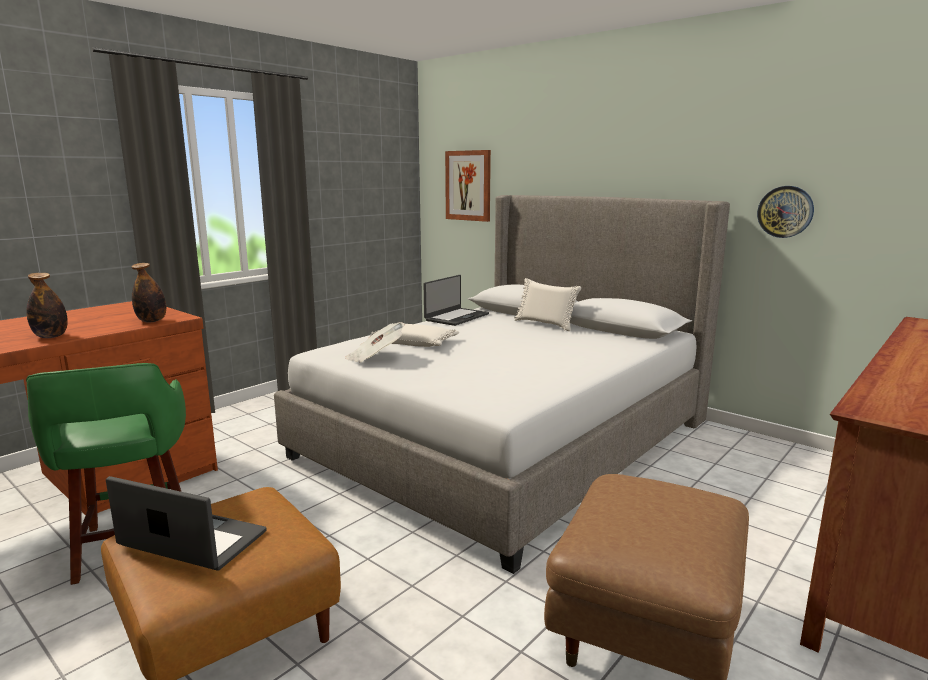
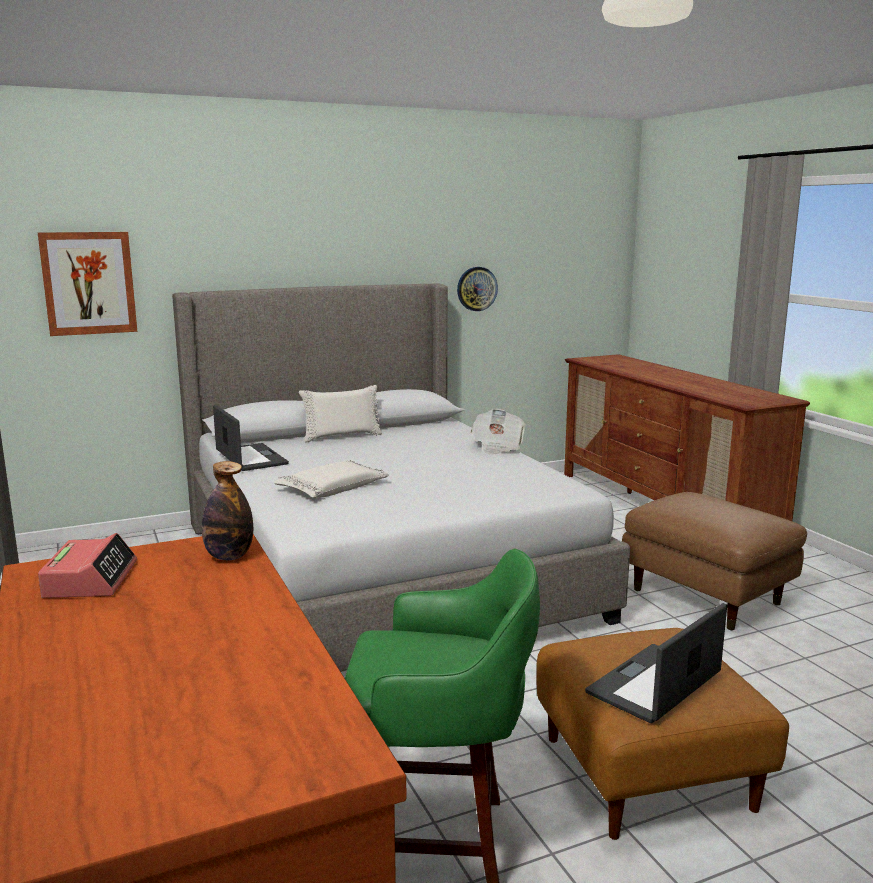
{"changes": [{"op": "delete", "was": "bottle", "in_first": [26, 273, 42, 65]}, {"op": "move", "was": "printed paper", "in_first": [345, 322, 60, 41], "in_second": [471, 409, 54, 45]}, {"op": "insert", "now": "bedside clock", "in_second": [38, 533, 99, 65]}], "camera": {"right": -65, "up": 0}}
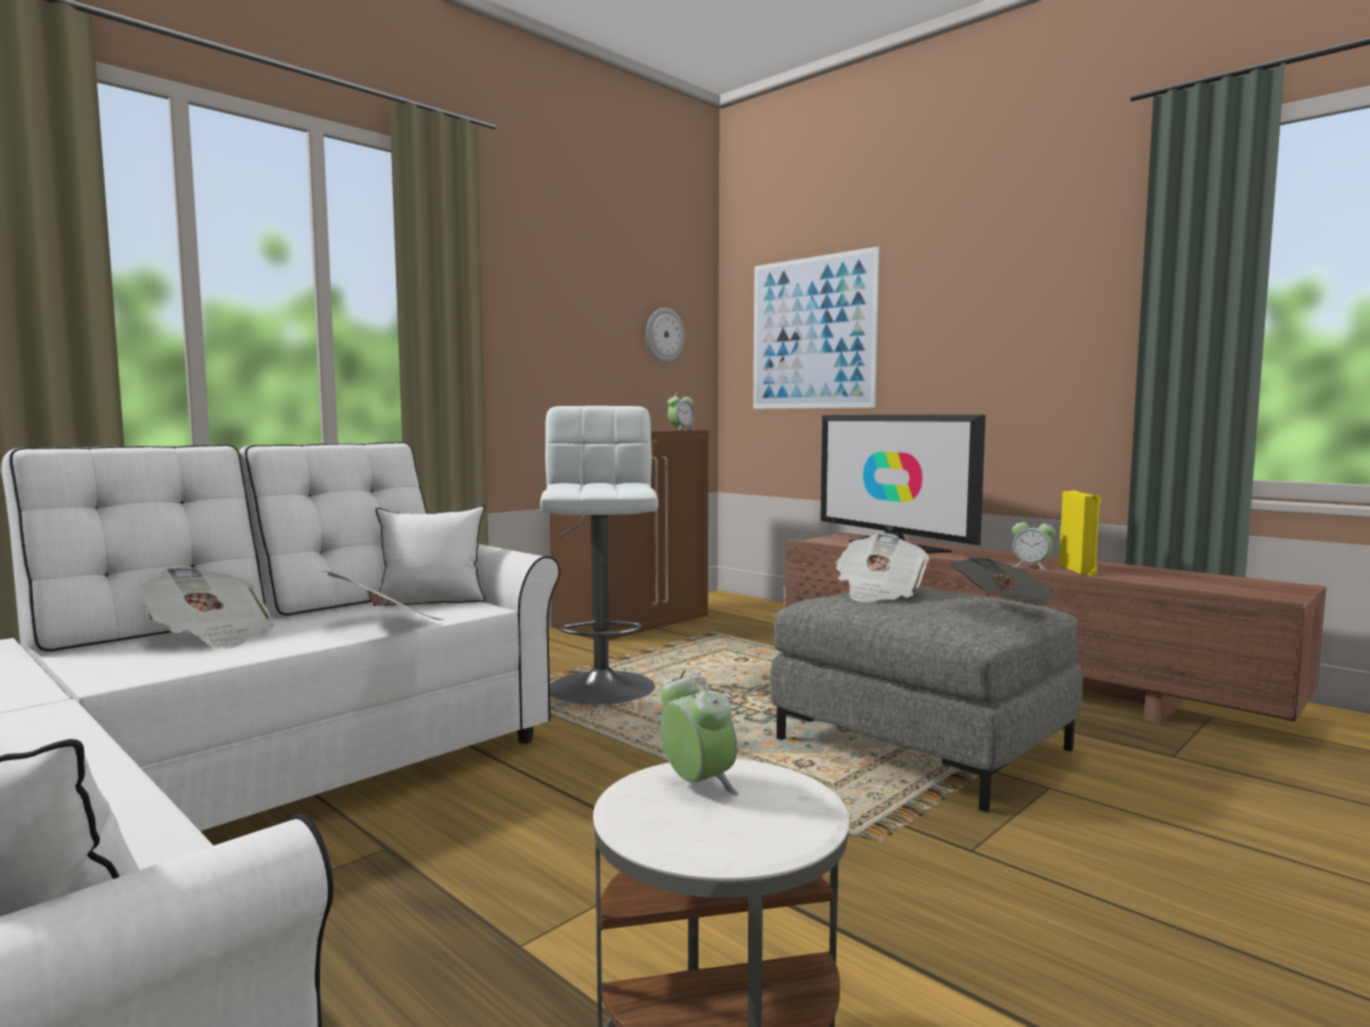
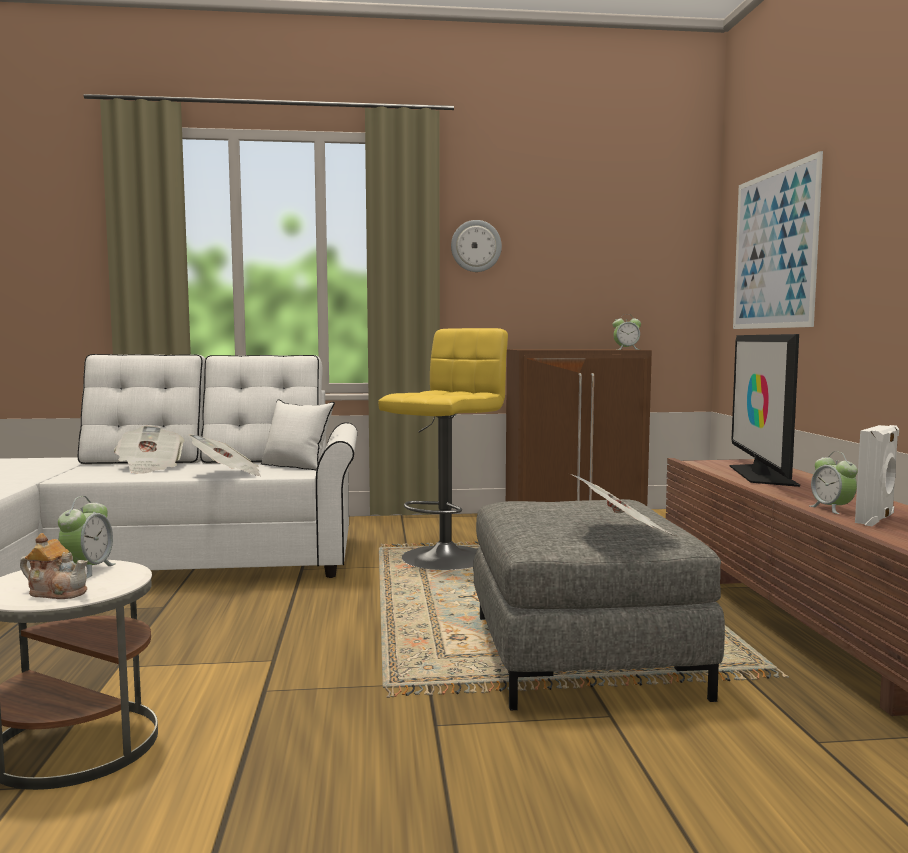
{"changes": [{"op": "recolor", "was": "whitish stool", "now": "yellow stool", "in_first": [540, 406, 118, 299], "in_second": [378, 328, 130, 242]}, {"op": "move", "was": "hanging clock", "in_first": [646, 308, 39, 54], "in_second": [451, 220, 51, 52]}, {"op": "delete", "was": "printed paper", "in_first": [835, 533, 94, 69]}, {"op": "recolor", "was": "yellow audio speaker", "now": "whitish audio speaker", "in_first": [1059, 491, 42, 84], "in_second": [855, 425, 44, 101]}, {"op": "insert", "now": "pot for tea", "in_second": [20, 533, 68, 66]}], "camera": {"right": 40, "up": 0}}
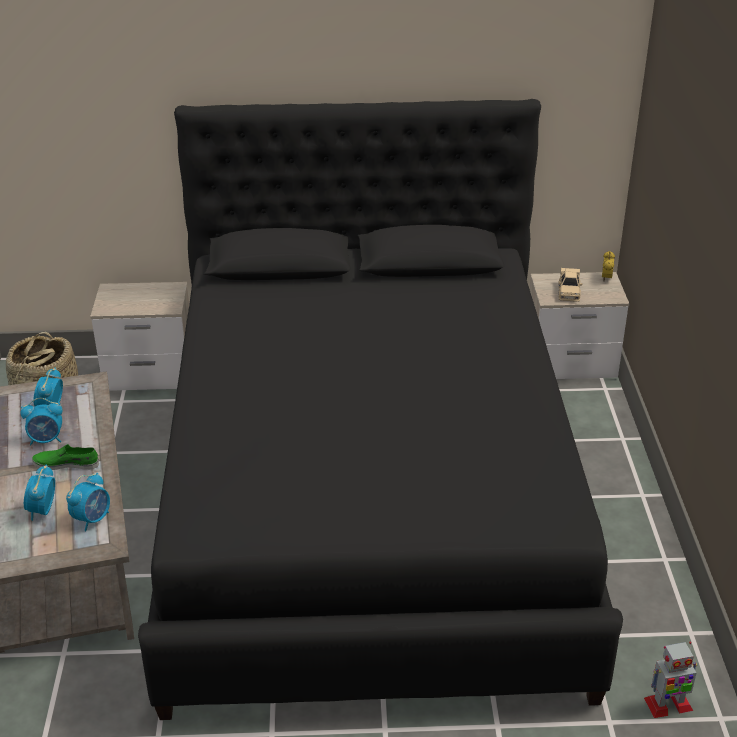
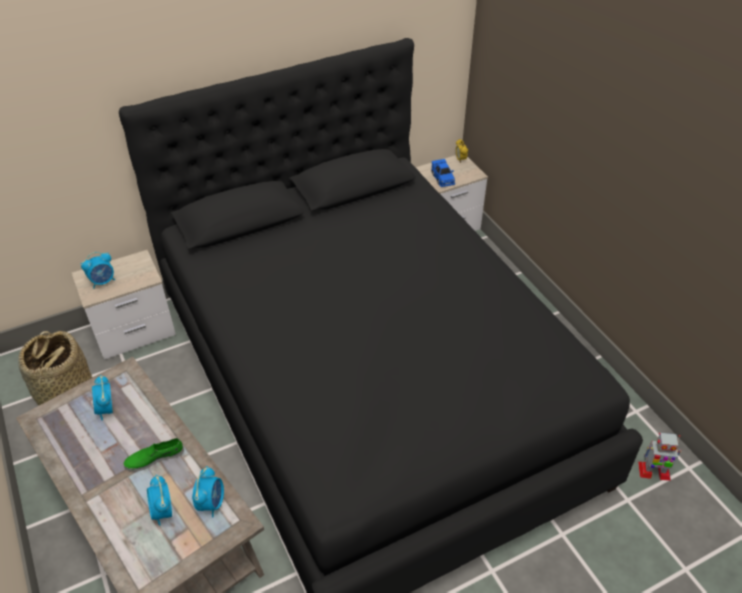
{"changes": [{"op": "move", "was": "bedside clock", "in_first": [21, 398, 42, 48], "in_second": [81, 252, 34, 37]}, {"op": "recolor", "was": "beige model car", "now": "bluish model car", "in_first": [558, 268, 24, 34], "in_second": [431, 159, 24, 28]}, {"op": "rotate", "was": "robot figure", "in_first": [644, 642, 53, 76], "in_second": [638, 433, 43, 48], "clockwise": 45}], "camera": {"right": -25, "up": 10}}
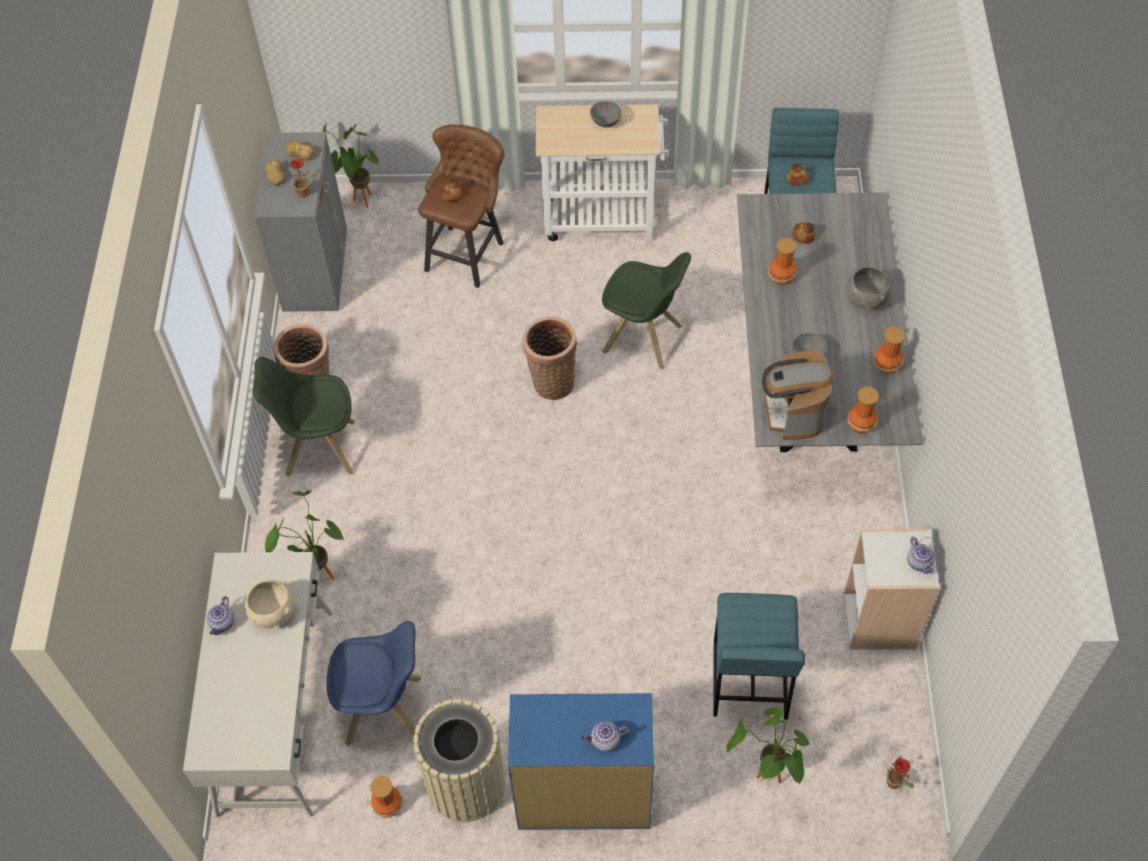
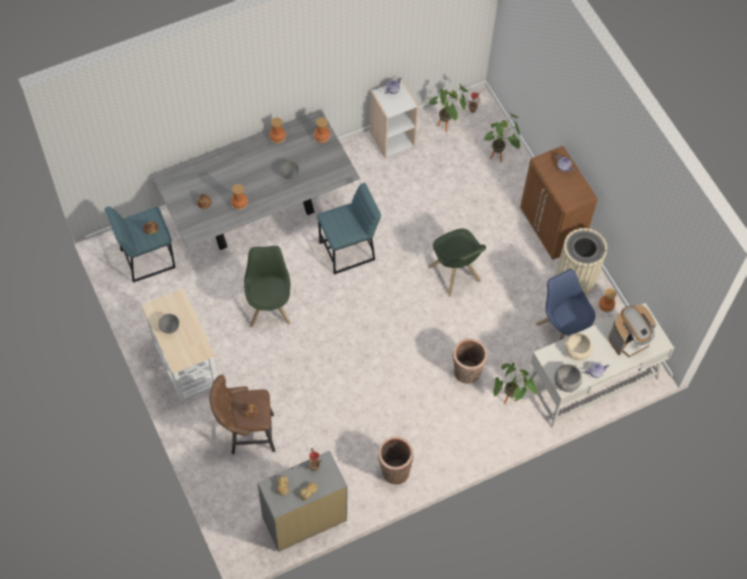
{"changes": [{"op": "move", "was": "greenish upright chair", "in_first": [253, 357, 102, 120], "in_second": [429, 229, 57, 68]}, {"op": "move", "was": "houseplant", "in_first": [323, 122, 56, 86], "in_second": [428, 84, 41, 49]}, {"op": "recolor", "was": "bluish cabinet", "now": "brownish cabinet", "in_first": [508, 693, 146, 137], "in_second": [520, 146, 78, 114]}, {"op": "move", "was": "household basket", "in_first": [522, 316, 55, 84], "in_second": [453, 338, 35, 46]}, {"op": "move", "was": "bluish stool", "in_first": [713, 593, 92, 127], "in_second": [317, 183, 64, 91]}, {"op": "move", "was": "coffee machine", "in_first": [762, 350, 72, 90], "in_second": [609, 305, 47, 53]}, {"op": "move", "was": "greyish deep dish", "in_first": [845, 267, 46, 43], "in_second": [554, 364, 28, 29]}], "camera": {"right": -120, "up": 5}}
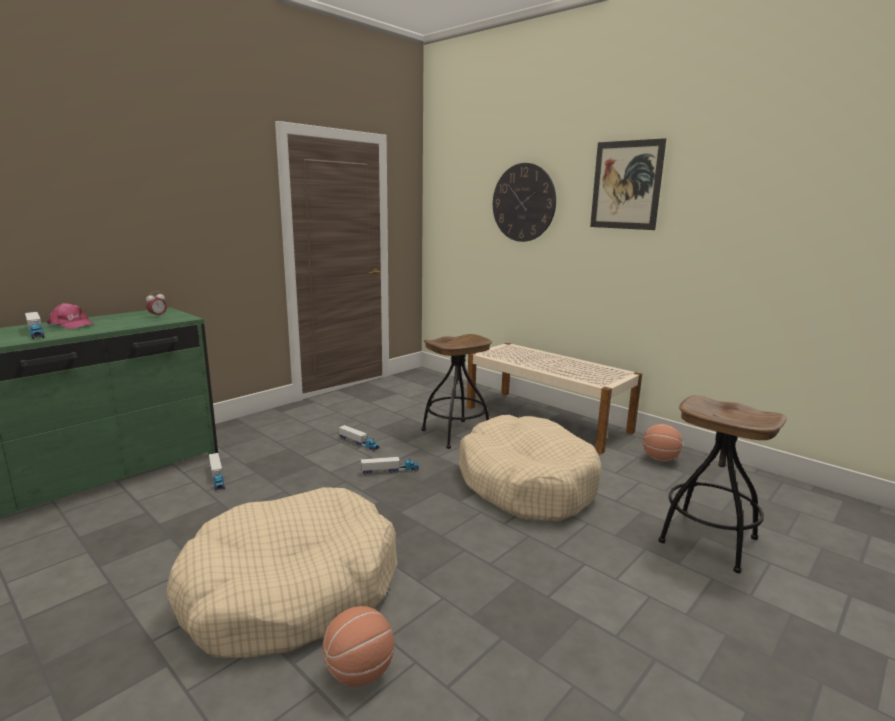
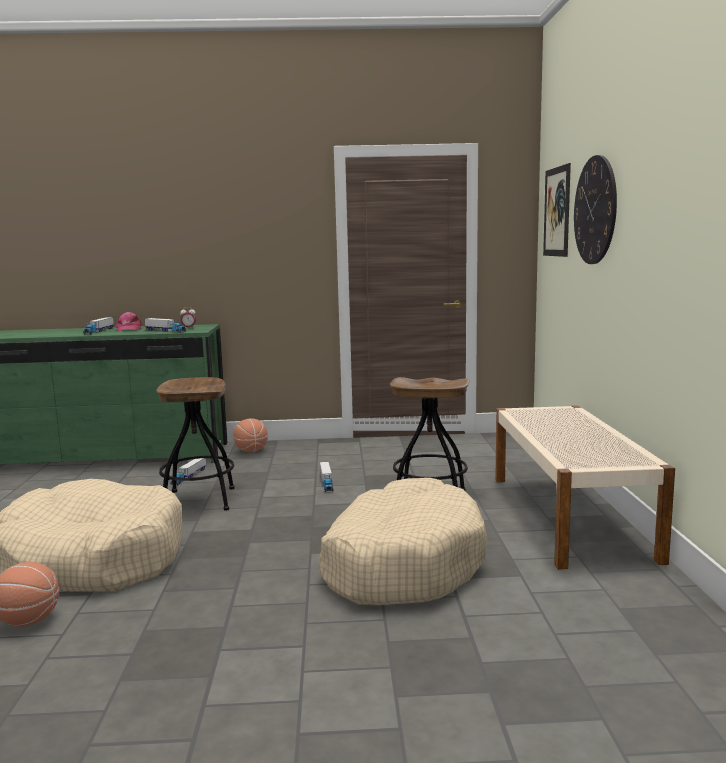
{"changes": [{"op": "move", "was": "toy lorry", "in_first": [361, 457, 58, 18], "in_second": [145, 318, 41, 15]}, {"op": "move", "was": "picture", "in_first": [590, 138, 76, 92], "in_second": [543, 163, 28, 94]}, {"op": "move", "was": "basketball ball", "in_first": [643, 424, 39, 38], "in_second": [234, 418, 34, 34]}, {"op": "move", "was": "brownish stool", "in_first": [659, 395, 128, 178], "in_second": [156, 377, 78, 134]}], "camera": {"right": 45, "up": -5}}
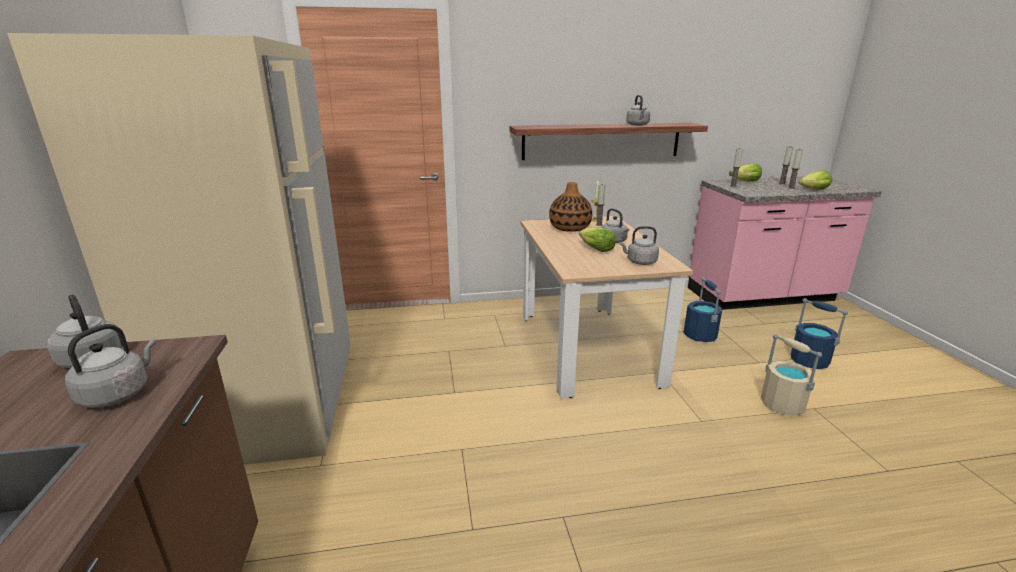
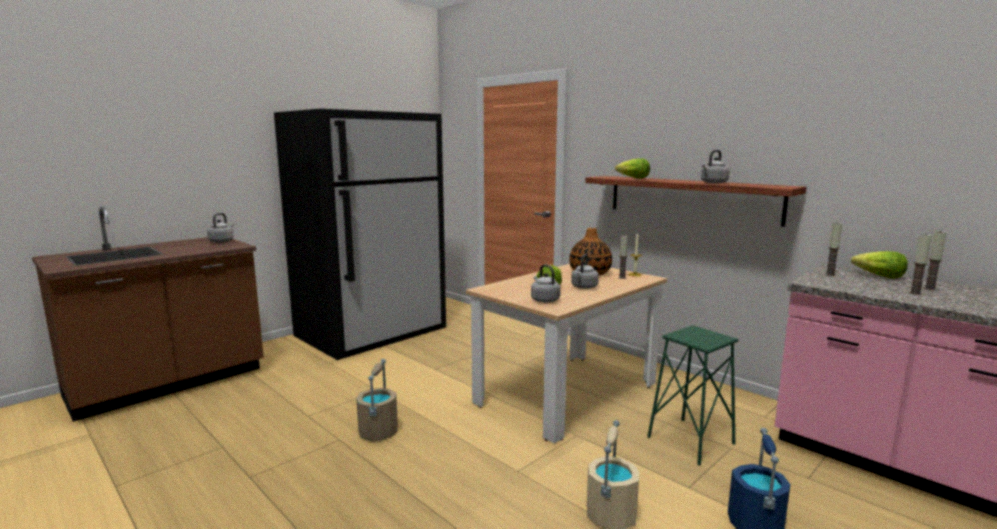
{"changes": [{"op": "recolor", "was": "beige refrigerator", "now": "black-coloured refrigerator", "in_first": [7, 33, 344, 432], "in_second": [274, 109, 172, 251]}, {"op": "delete", "was": "greyish tea kettle", "in_first": [65, 324, 91, 84]}, {"op": "replace", "was": "bluish water bucket", "now": "greenish stool", "in_first": [683, 277, 39, 65], "in_second": [647, 325, 91, 141]}, {"op": "move", "was": "lettuce head", "in_first": [799, 170, 33, 20], "in_second": [615, 158, 35, 21]}, {"op": "insert", "now": "beige water bucket", "in_second": [356, 359, 42, 82]}], "camera": {"right": 55, "up": -10}}
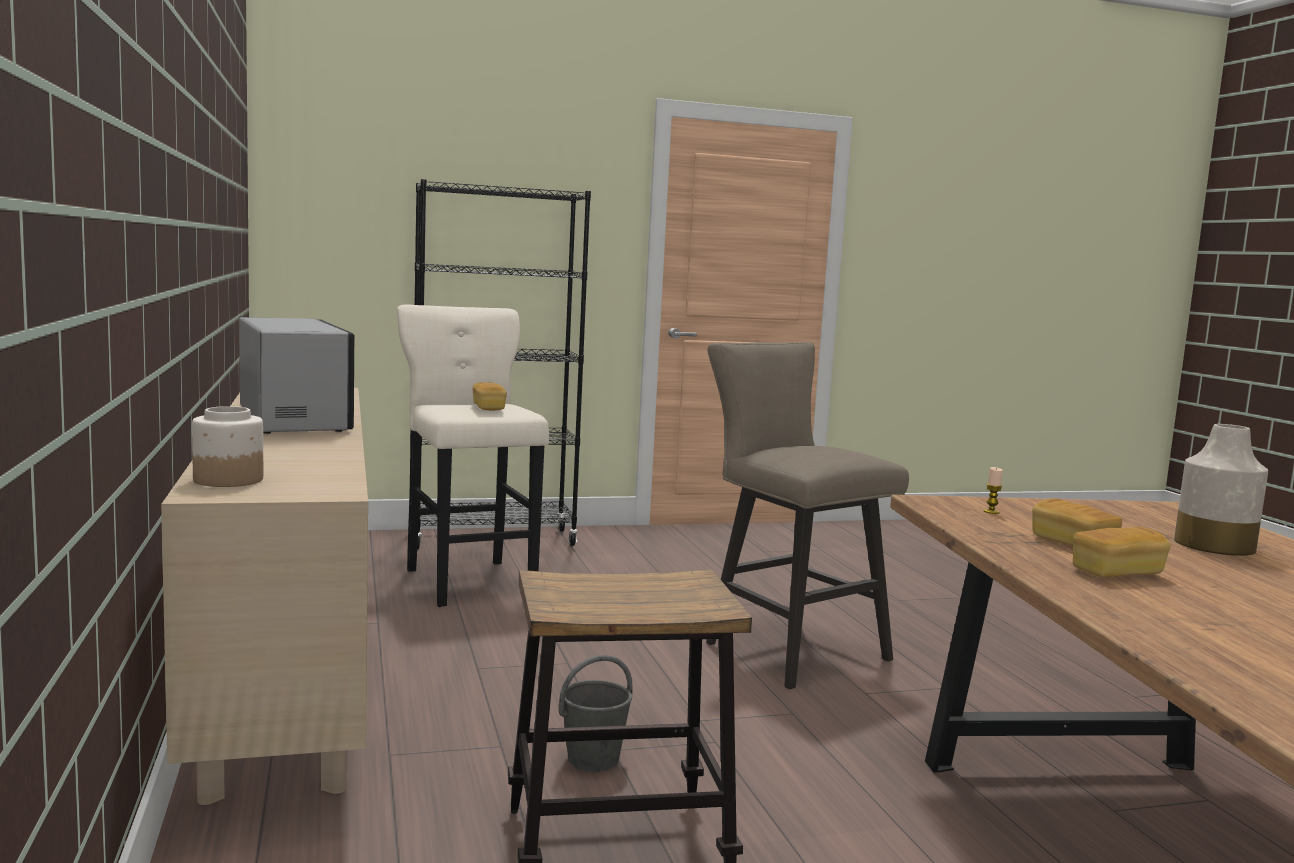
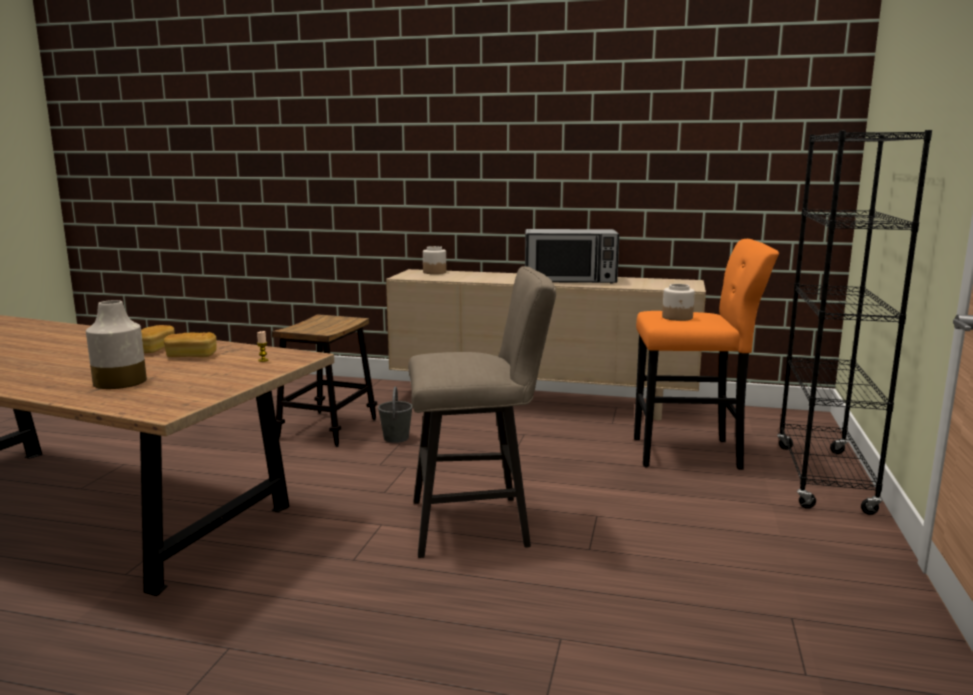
{"changes": [{"op": "recolor", "was": "beige stool", "now": "orange-coloured stool", "in_first": [397, 304, 152, 303], "in_second": [634, 239, 145, 231]}, {"op": "replace", "was": "bread", "now": "storage jar", "in_first": [472, 382, 35, 28], "in_second": [662, 284, 33, 37]}], "camera": {"right": 120, "up": 5}}
